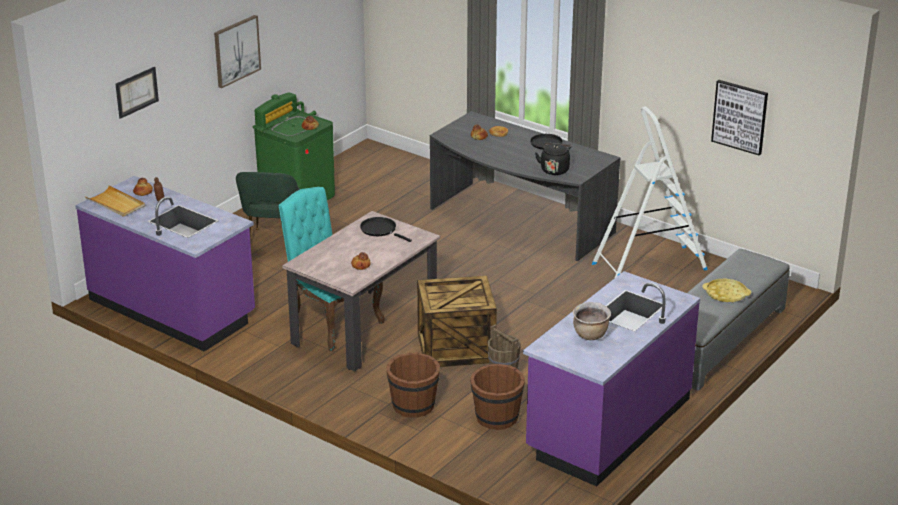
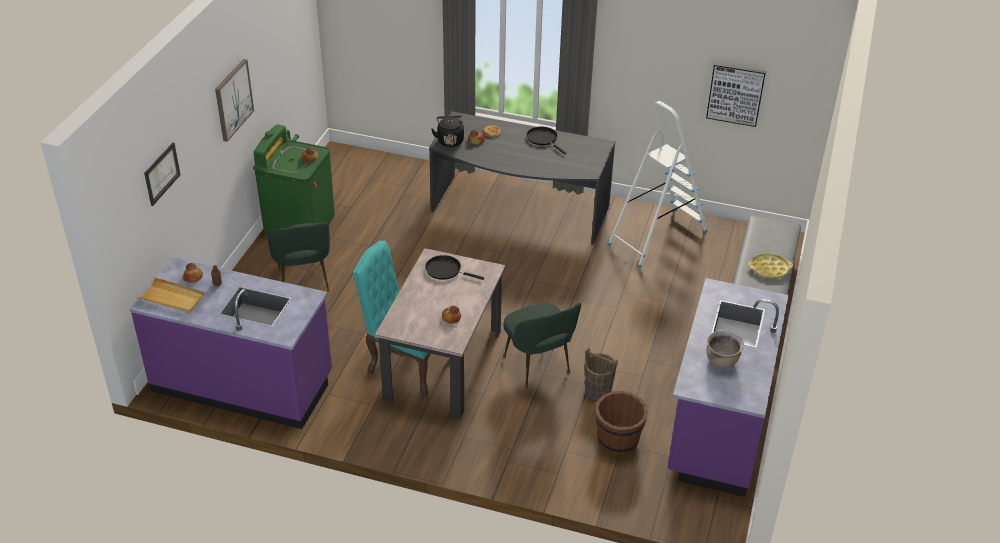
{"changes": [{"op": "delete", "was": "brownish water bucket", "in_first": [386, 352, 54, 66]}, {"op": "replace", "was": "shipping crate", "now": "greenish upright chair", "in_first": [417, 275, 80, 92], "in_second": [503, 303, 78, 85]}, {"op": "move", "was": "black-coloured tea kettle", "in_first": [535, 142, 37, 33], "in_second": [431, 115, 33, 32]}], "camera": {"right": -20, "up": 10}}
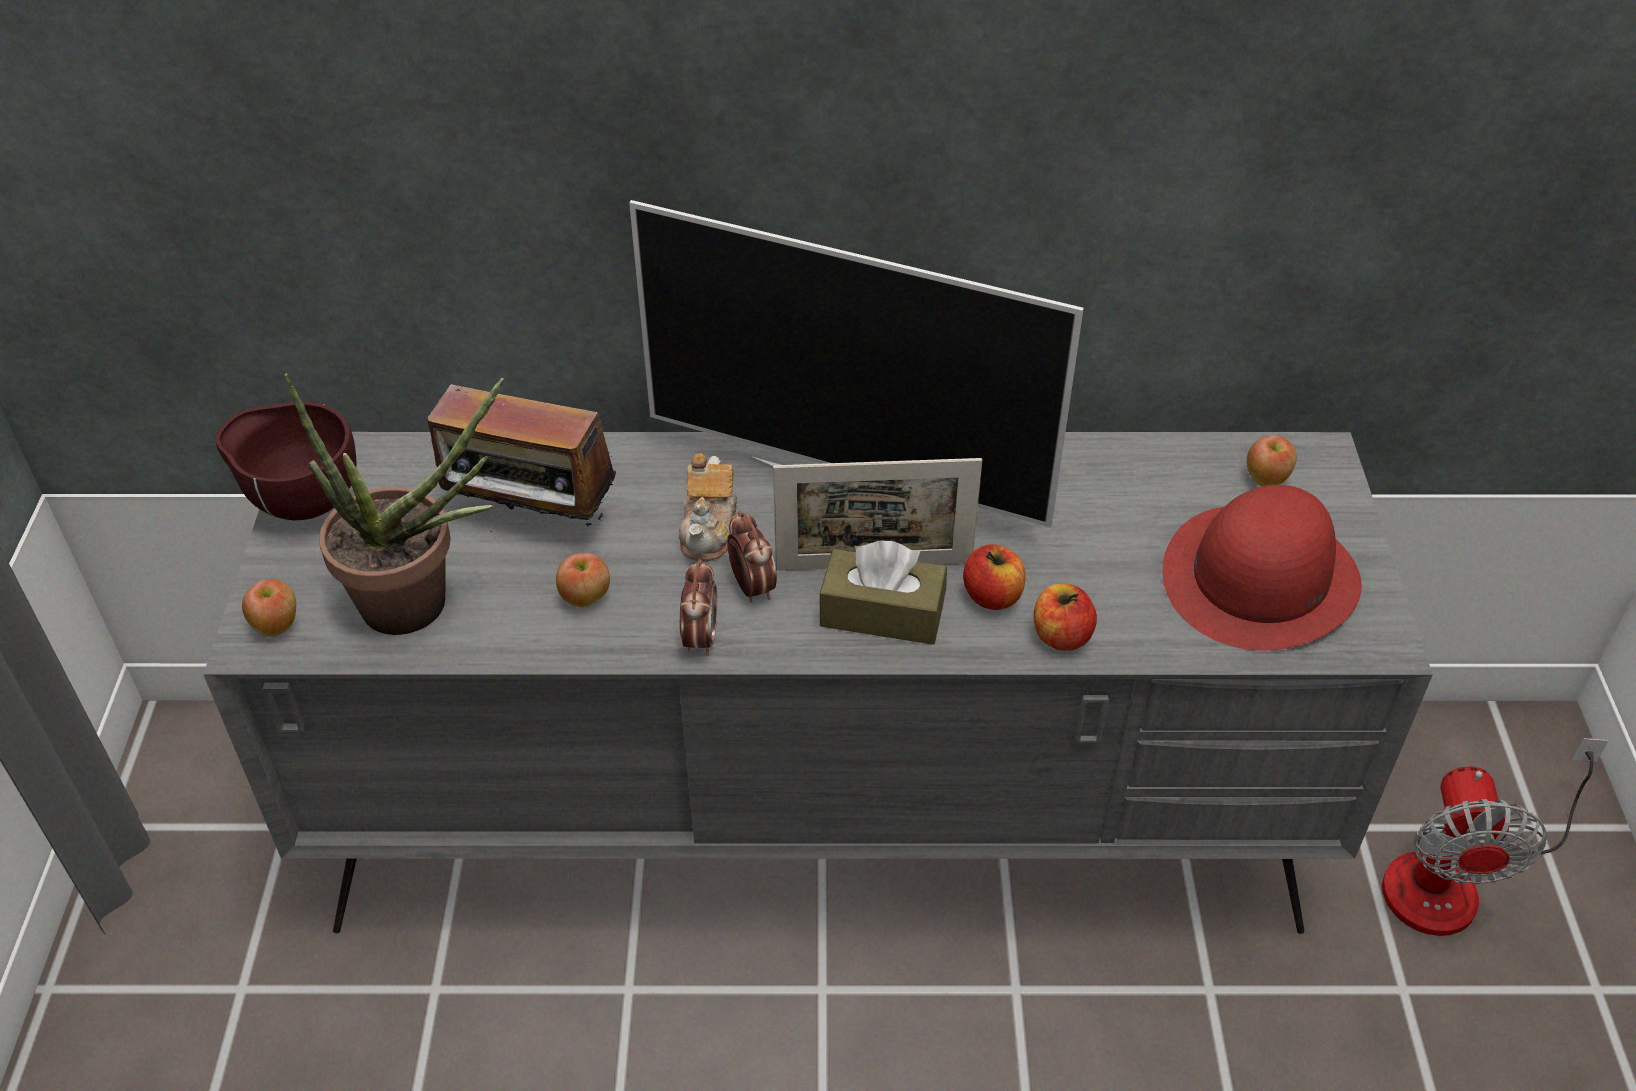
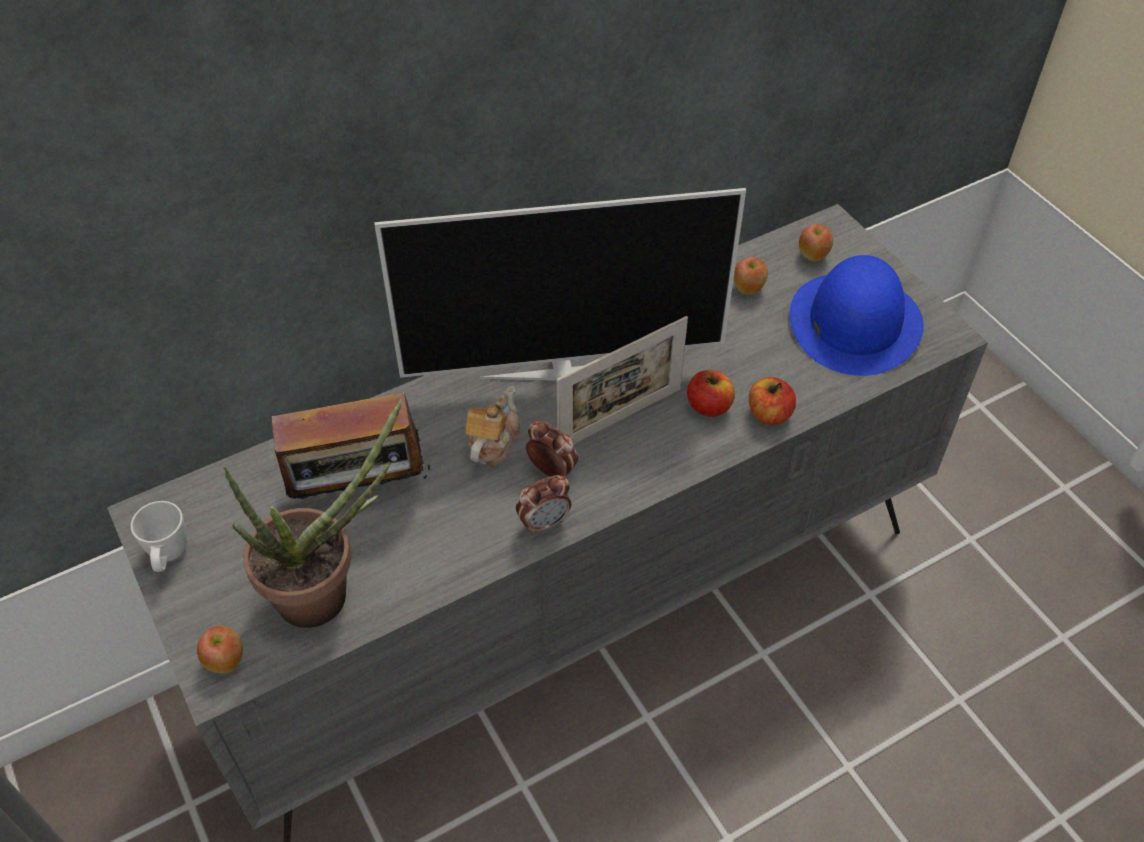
{"changes": [{"op": "replace", "was": "brownish deep dish", "now": "whitish mug", "in_first": [215, 401, 142, 119], "in_second": [131, 501, 56, 71]}, {"op": "move", "was": "apple", "in_first": [556, 553, 54, 54], "in_second": [734, 257, 34, 38]}, {"op": "rotate", "was": "pot for tea", "in_first": [679, 453, 58, 108], "in_second": [465, 386, 55, 79], "clockwise": -135}, {"op": "rotate", "was": "bedside clock", "in_first": [680, 559, 37, 97], "in_second": [516, 475, 55, 60], "clockwise": 90}, {"op": "delete", "was": "brownish tissue holder", "in_first": [819, 540, 128, 105]}, {"op": "recolor", "was": "red-coloured hat", "now": "bluish hat", "in_first": [1162, 485, 200, 166], "in_second": [790, 255, 134, 121]}, {"op": "delete", "was": "electric fan", "in_first": [1382, 738, 227, 198]}], "camera": {"right": -30, "up": 5}}
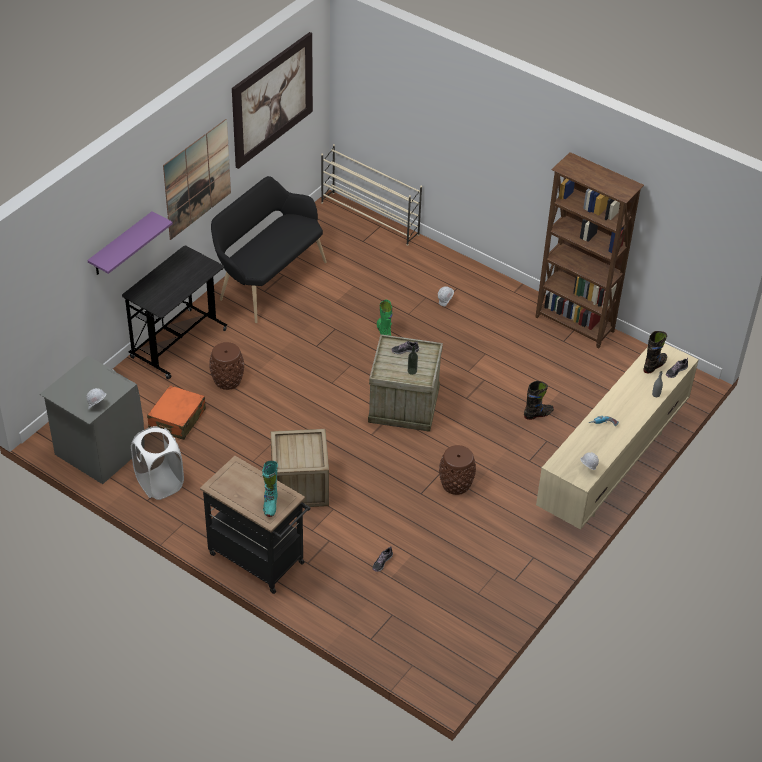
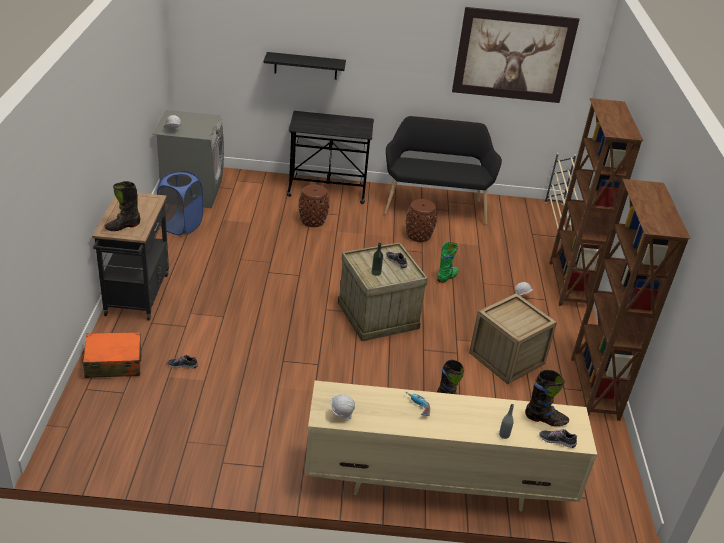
{"changes": [{"op": "recolor", "was": "purplish wall shelf", "now": "black-coloured wall shelf", "in_first": [87, 211, 86, 64], "in_second": [264, 52, 82, 28]}, {"op": "recolor", "was": "whitish washing basket", "now": "bluish washing basket", "in_first": [131, 426, 53, 74], "in_second": [157, 171, 46, 64]}, {"op": "move", "was": "orange-coloured travel case", "in_first": [147, 385, 59, 55], "in_second": [82, 332, 60, 46]}, {"op": "delete", "was": "picture", "in_first": [163, 119, 68, 121]}, {"op": "recolor", "was": "turquoise high-top boot", "now": "black-coloured high-top boot", "in_first": [262, 461, 16, 56], "in_second": [104, 181, 36, 50]}, {"op": "move", "was": "shipping crate", "in_first": [271, 429, 58, 78], "in_second": [469, 293, 88, 91]}, {"op": "move", "was": "brownish stool", "in_first": [439, 445, 37, 50], "in_second": [406, 199, 31, 43]}, {"op": "insert", "now": "brownish bookcase", "in_second": [549, 98, 94, 208]}], "camera": {"right": 55, "up": -10}}
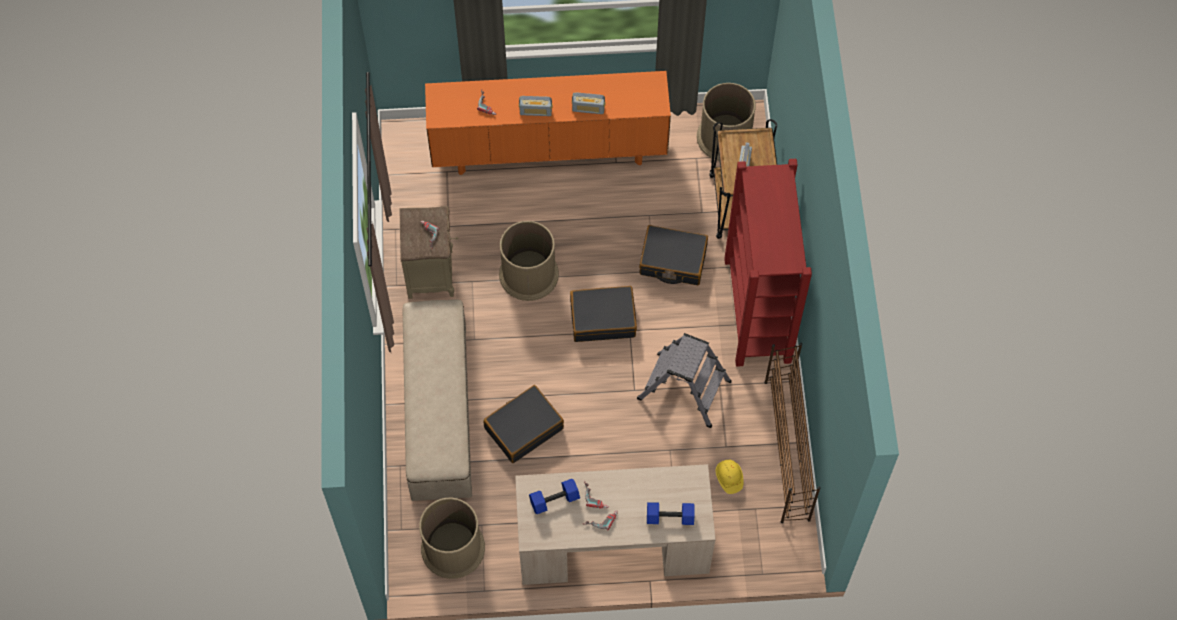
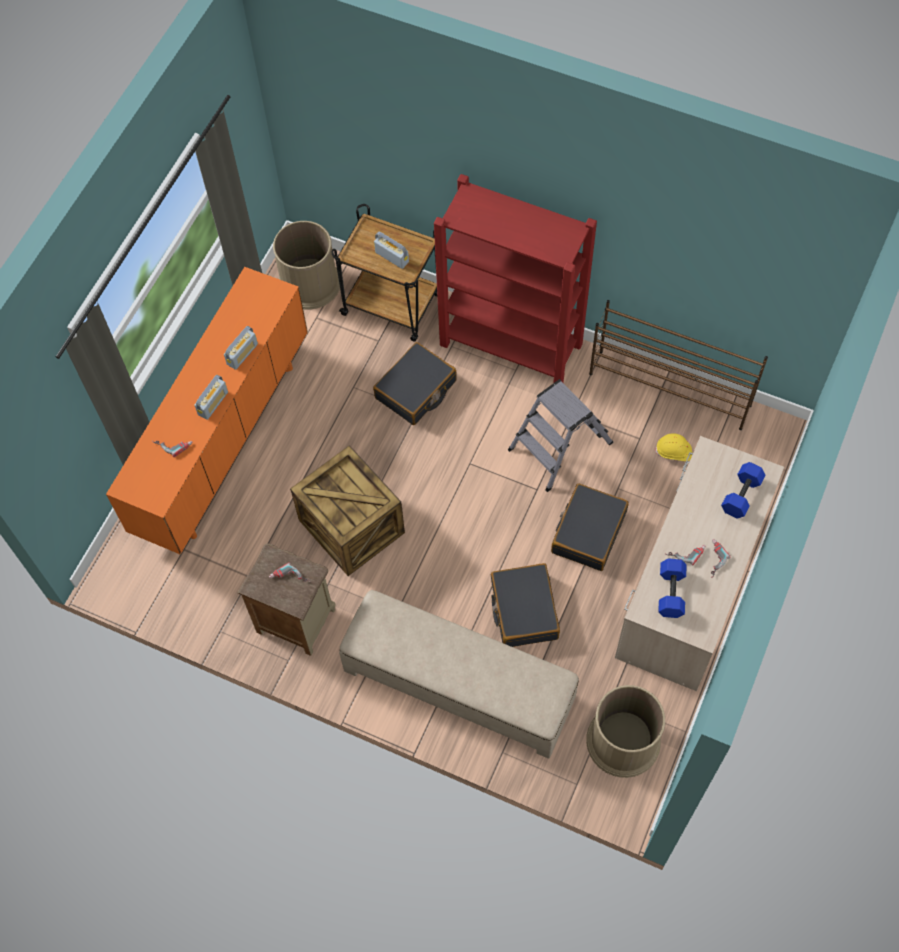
{"changes": [{"op": "replace", "was": "brownish rubbish bin", "now": "shipping crate", "in_first": [499, 221, 60, 80], "in_second": [290, 445, 115, 131]}, {"op": "move", "was": "black-coloured travel case", "in_first": [570, 286, 67, 56], "in_second": [551, 484, 78, 87]}], "camera": {"right": -60, "up": 0}}
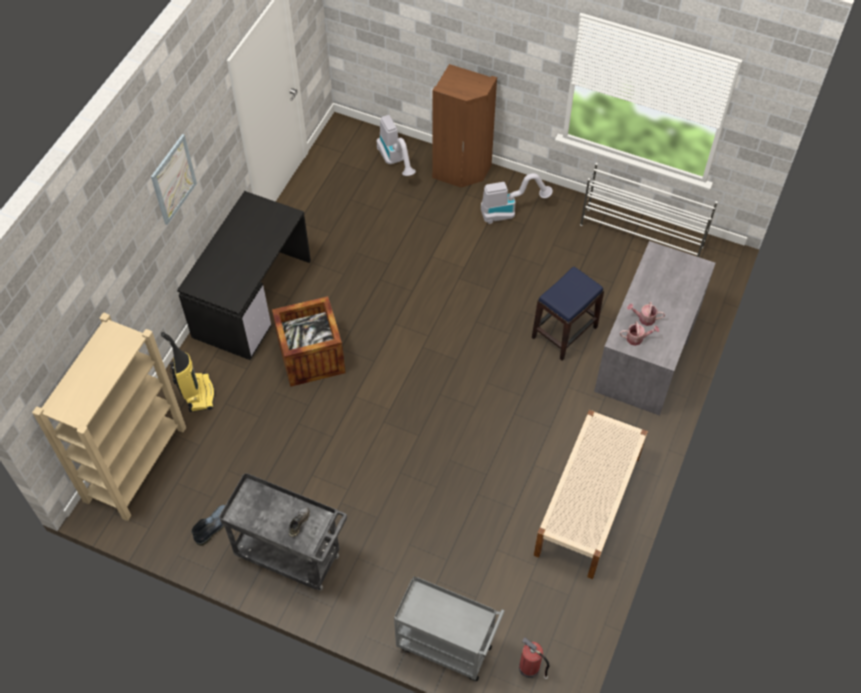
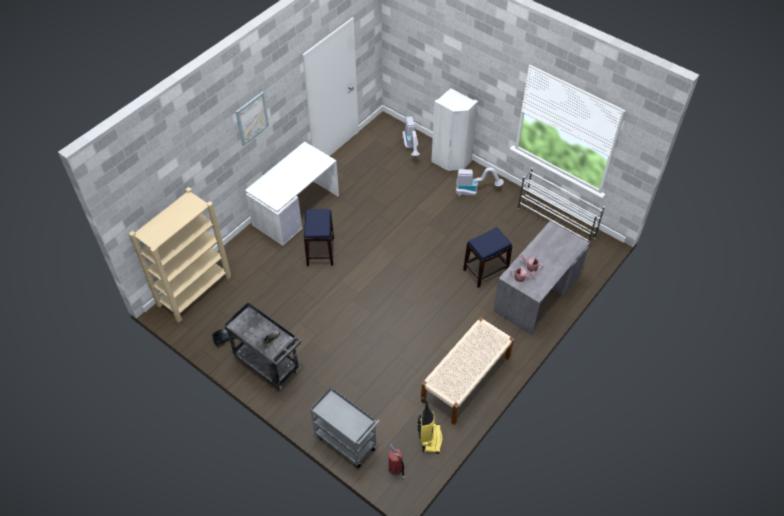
{"changes": [{"op": "move", "was": "hoover", "in_first": [161, 332, 54, 80], "in_second": [417, 397, 26, 57]}, {"op": "recolor", "was": "black-coloured desk table", "now": "whitish desk table", "in_first": [177, 191, 134, 169], "in_second": [245, 142, 94, 104]}, {"op": "replace", "was": "shipping crate", "now": "stool", "in_first": [272, 296, 73, 91], "in_second": [304, 209, 30, 57]}, {"op": "recolor", "was": "brownish cabinet", "now": "whitish cabinet", "in_first": [432, 64, 65, 123], "in_second": [431, 88, 47, 83]}], "camera": {"right": 15, "up": -5}}
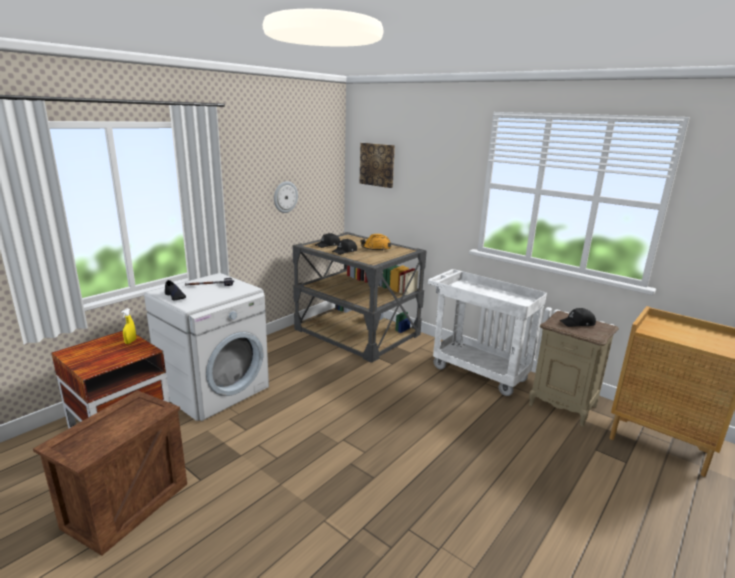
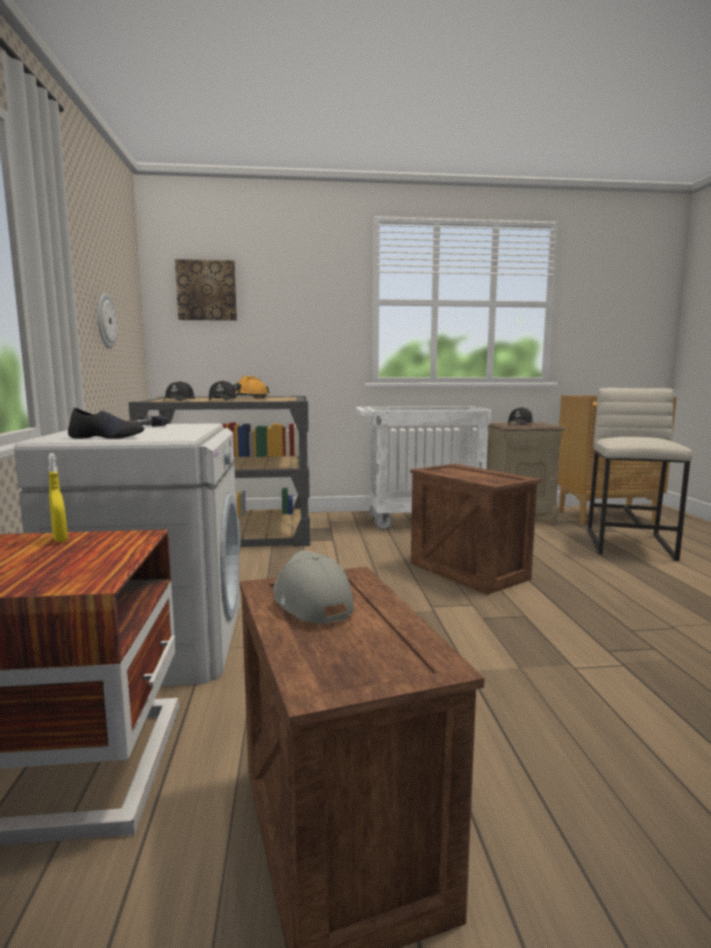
{"changes": [{"op": "insert", "now": "greyish cap", "in_second": [273, 550, 81, 74]}, {"op": "insert", "now": "shipping crate", "in_second": [410, 464, 132, 131]}, {"op": "insert", "now": "beige stool", "in_second": [588, 388, 104, 173]}], "camera": {"right": -45, "up": -10}}
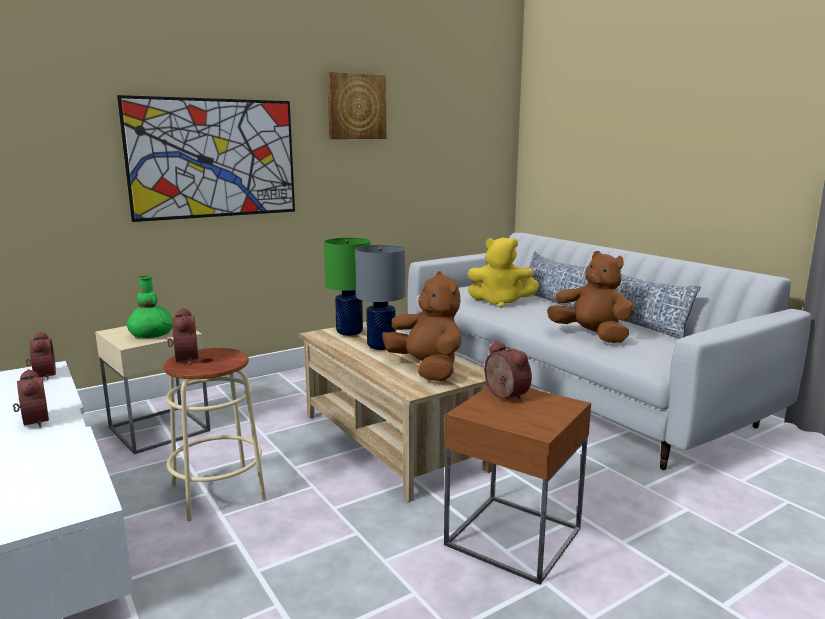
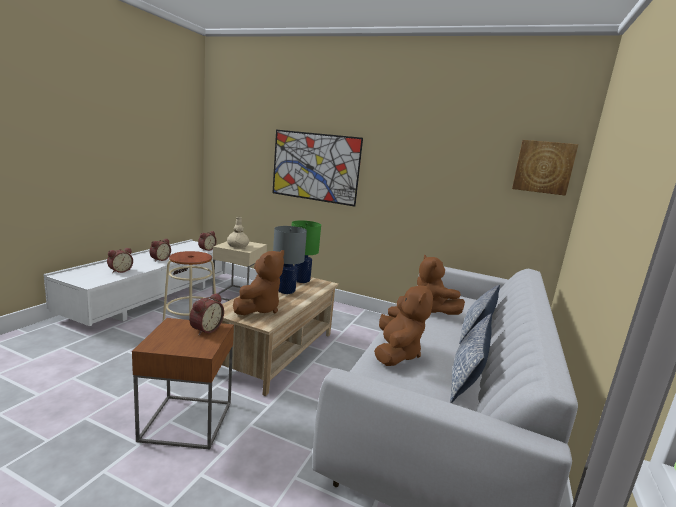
{"changes": [{"op": "recolor", "was": "greenish vase", "now": "beige vase", "in_first": [127, 276, 46, 62], "in_second": [227, 217, 22, 31]}, {"op": "move", "was": "bedside clock", "in_first": [167, 308, 31, 56], "in_second": [107, 248, 26, 25]}, {"op": "move", "was": "picture", "in_first": [327, 72, 59, 67], "in_second": [512, 140, 67, 56]}, {"op": "recolor", "was": "yellow cuddly toy", "now": "brownish cuddly toy", "in_first": [468, 238, 72, 70], "in_second": [417, 254, 48, 61]}], "camera": {"right": 55, "up": 0}}
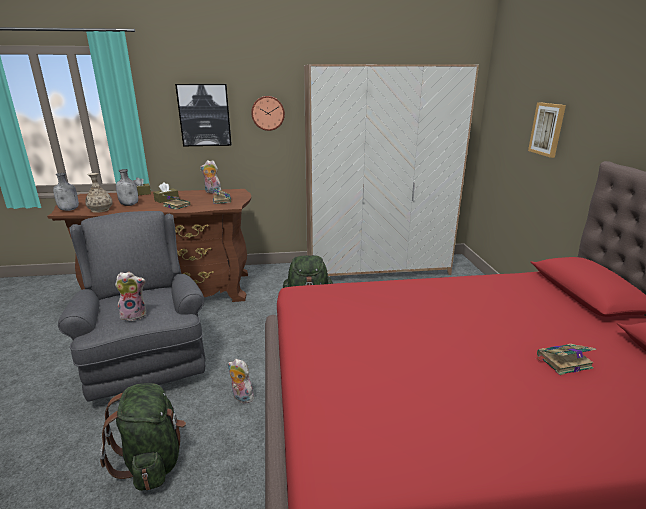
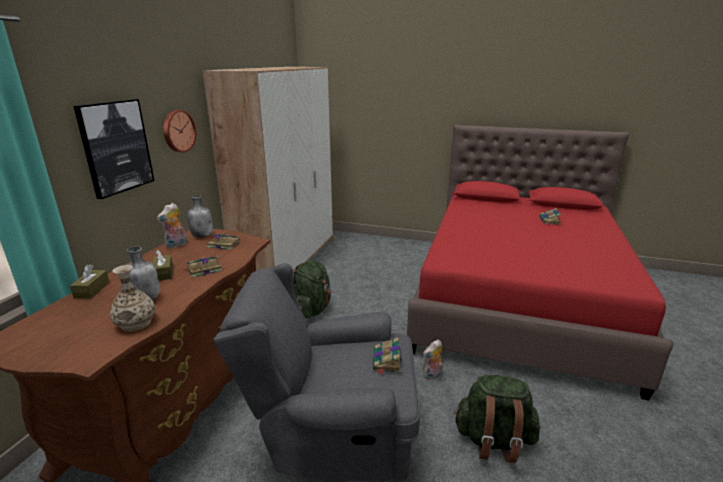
{"changes": [{"op": "move", "was": "greyish bottle", "in_first": [53, 173, 26, 38], "in_second": [187, 195, 26, 43]}, {"op": "replace", "was": "cuddly toy", "now": "volume", "in_first": [115, 272, 31, 49], "in_second": [373, 337, 29, 38]}, {"op": "delete", "was": "picture", "in_first": [528, 102, 38, 56]}], "camera": {"right": -65, "up": 0}}
